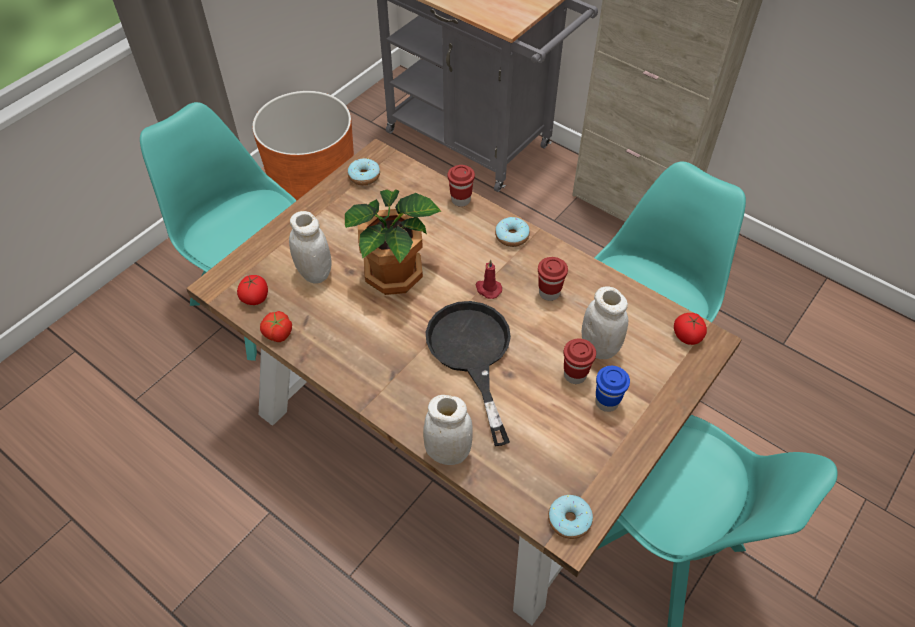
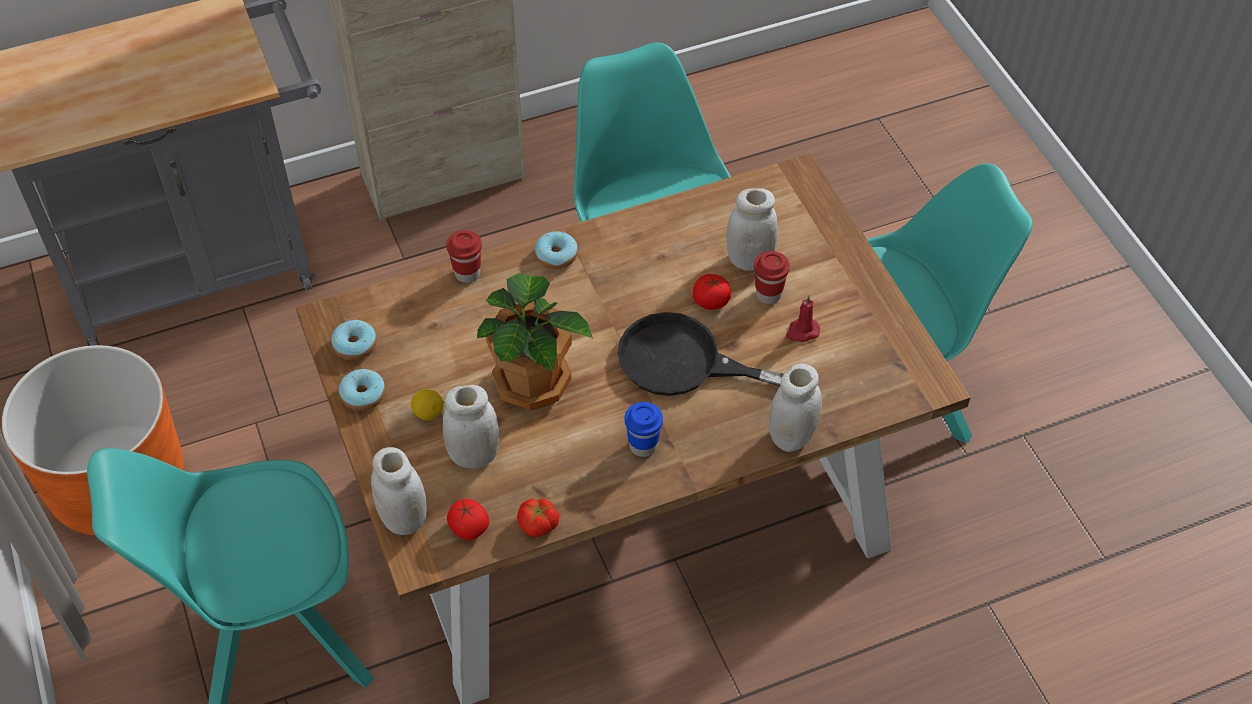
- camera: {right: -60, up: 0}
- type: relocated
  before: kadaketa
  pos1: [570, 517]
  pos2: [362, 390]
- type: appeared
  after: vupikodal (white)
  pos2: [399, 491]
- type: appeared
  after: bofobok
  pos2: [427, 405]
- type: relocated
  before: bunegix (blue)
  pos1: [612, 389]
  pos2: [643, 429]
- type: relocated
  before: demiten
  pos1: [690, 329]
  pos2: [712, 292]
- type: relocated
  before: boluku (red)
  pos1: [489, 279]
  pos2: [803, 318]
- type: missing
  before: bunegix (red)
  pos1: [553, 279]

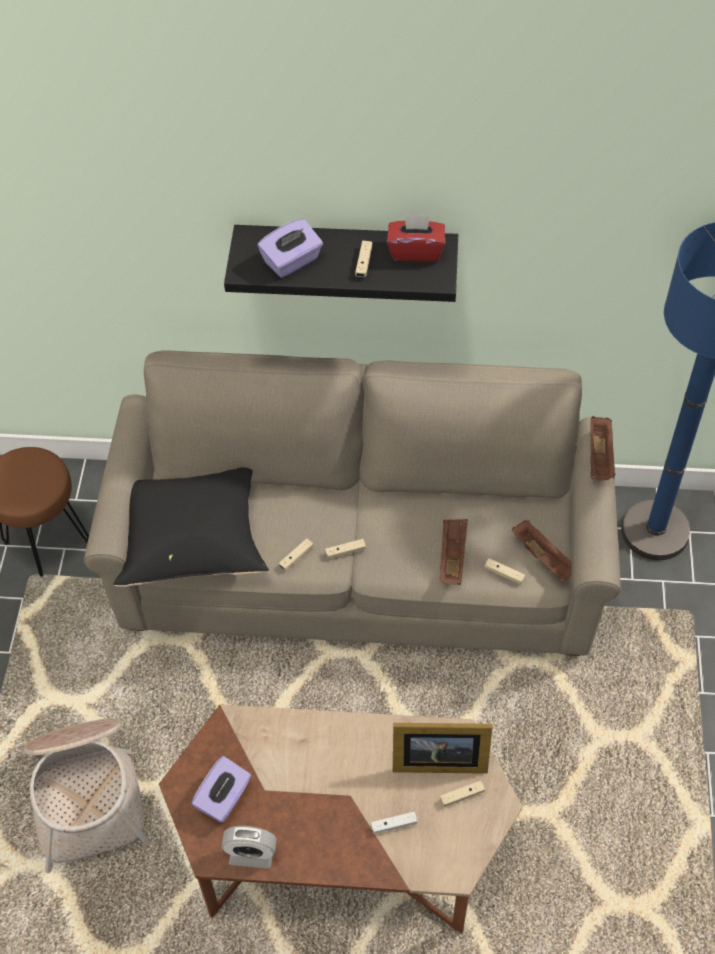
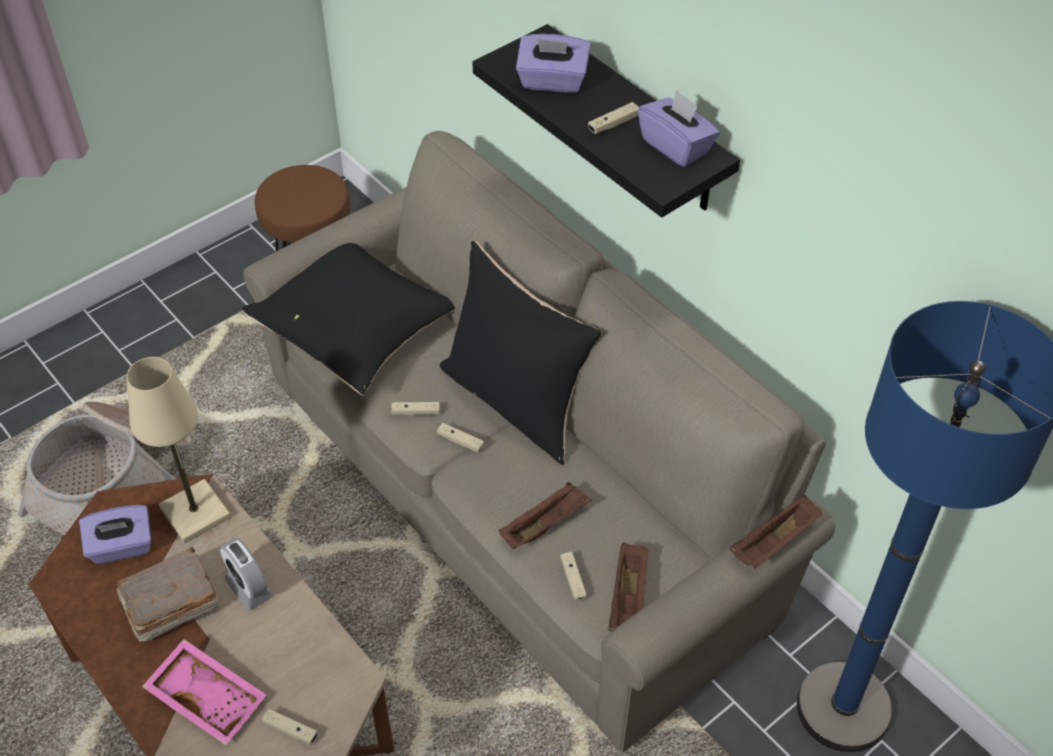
- camera: {right: 45, up: -5}
- type: appeared
  after: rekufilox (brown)
  pos2: [167, 594]
- type: appeared
  after: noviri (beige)
  pos2: [178, 450]
- type: exchanged
  before: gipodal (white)
  after: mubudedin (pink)
  pos1: [394, 823]
  pos2: [204, 692]
- type: relocated
  before: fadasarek
  pos1: [249, 847]
  pos2: [247, 574]
- type: appeared
  after: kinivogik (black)
  pos2: [521, 353]
- type: colour
  before: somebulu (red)
  after: somebulu (purple)
  pos1: [416, 238]
  pos2: [679, 128]
- type: missing
  before: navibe
  pos1: [443, 748]

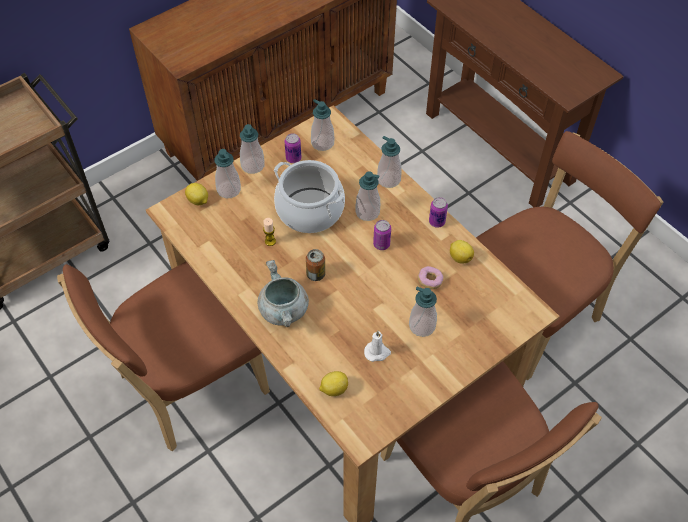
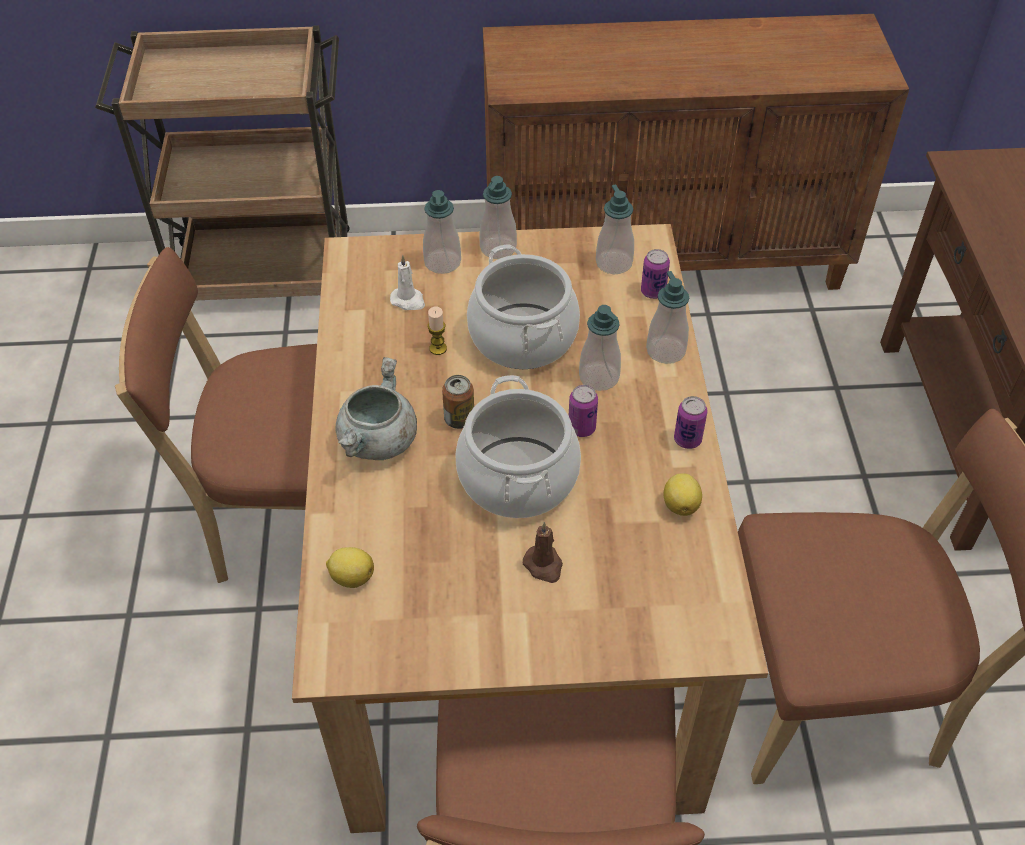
- camera: {right: 35, up: -5}
- type: relocated
  before: boluku (white)
  pos1: [377, 346]
  pos2: [407, 282]
- type: appeared
  after: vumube
  pos2: [518, 446]
- type: exchanged
  before: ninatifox
  after: boluku (brown)
  pos1: [423, 312]
  pos2: [543, 552]
- type: relocated
  before: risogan
  pos1: [293, 148]
  pos2: [655, 274]
- type: missing
  before: bofobok
  pos1: [196, 194]
- type: missing
  before: kadaketa
  pos1: [431, 277]

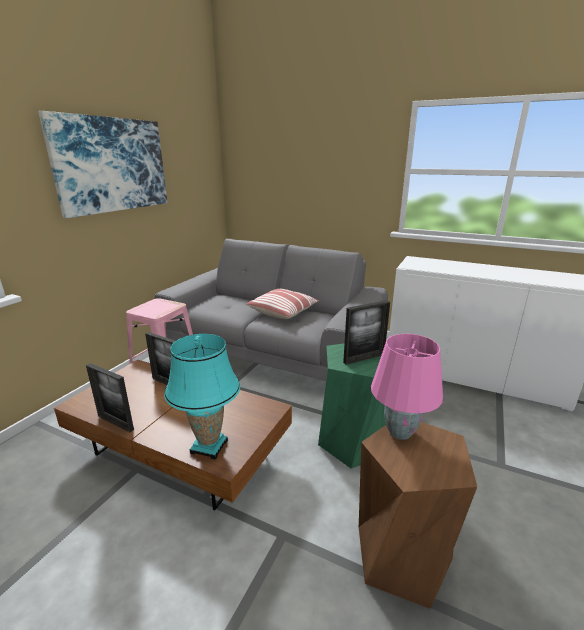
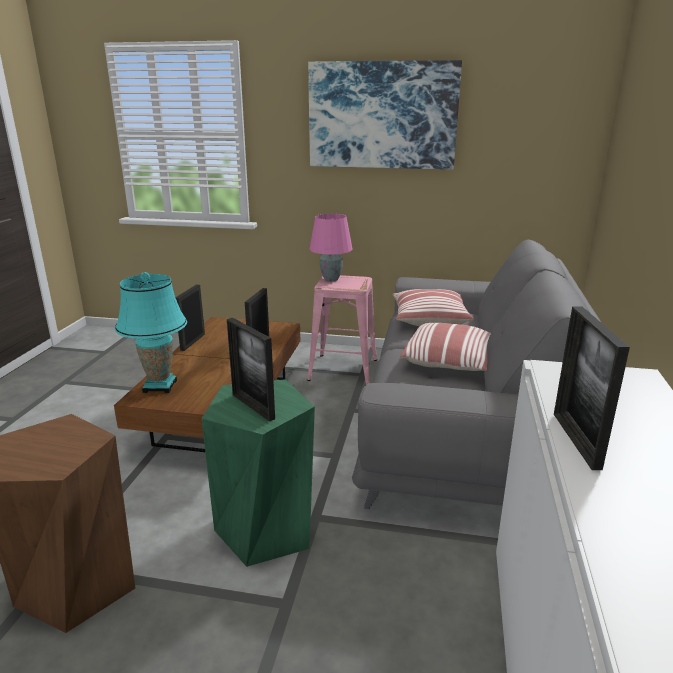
- camera: {right: 75, up: 0}
- type: relocated
  before: noviri (pink)
  pos1: [407, 387]
  pos2: [331, 248]
- type: appeared
  after: kinivogik
  pos2: [433, 307]
- type: appeared
  after: navibe
  pos2: [592, 388]

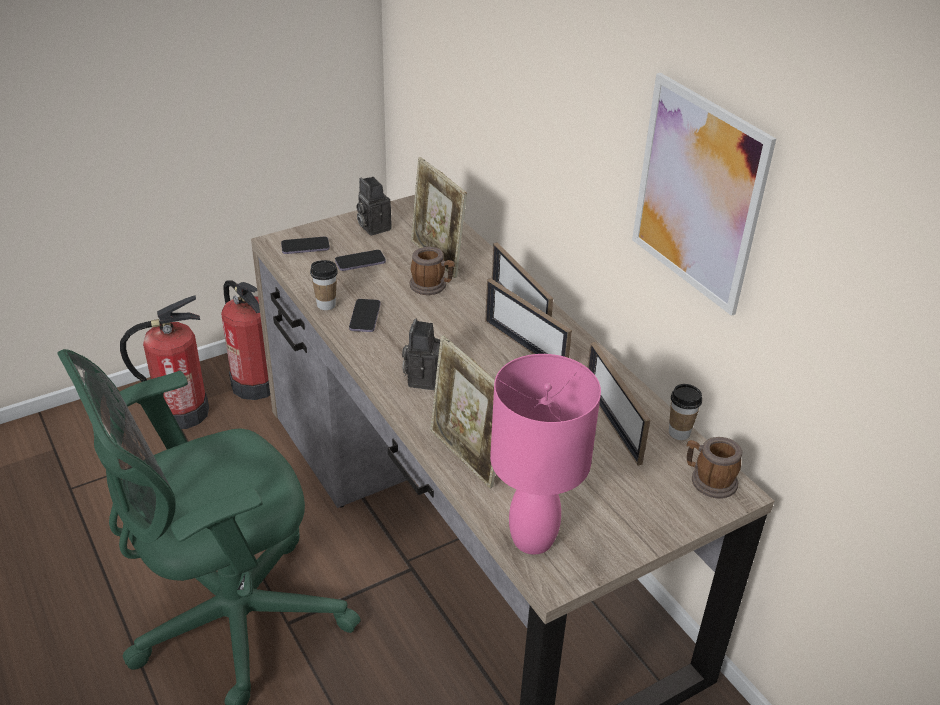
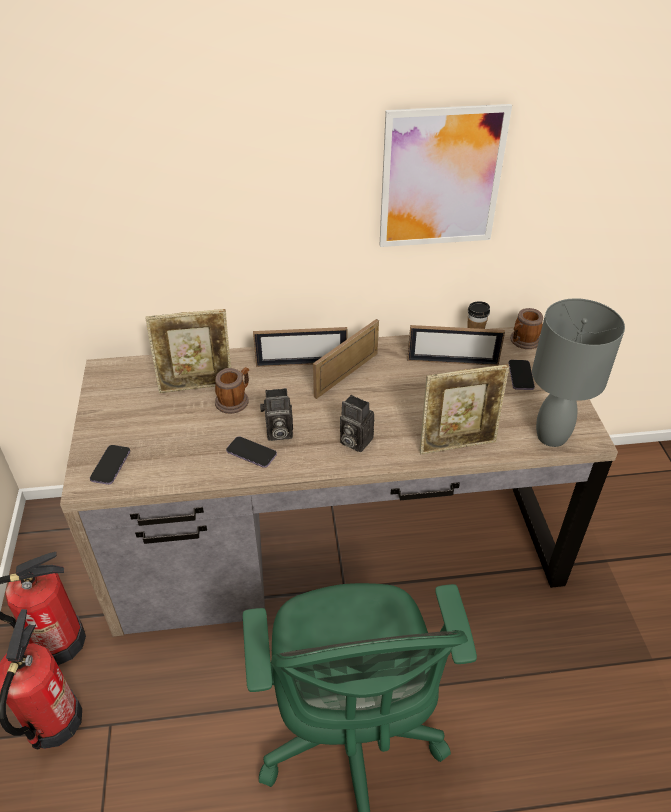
- camera: {right: -65, up: 5}
- type: relocated
  before: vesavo
  pos1: [374, 206]
  pos2: [276, 414]
- type: spun
  before: navibe
  pos1: [528, 318]
  pos2: [346, 359]
  turn: 150
- type: relocated
  before: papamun
  pos1: [360, 260]
  pos2: [521, 375]
- type: colour
  before: noviri (pink)
  after: noviri (grey)
  pos1: [545, 454]
  pos2: [578, 372]
- type: missing
  before: bunegix
  pos1: [324, 285]

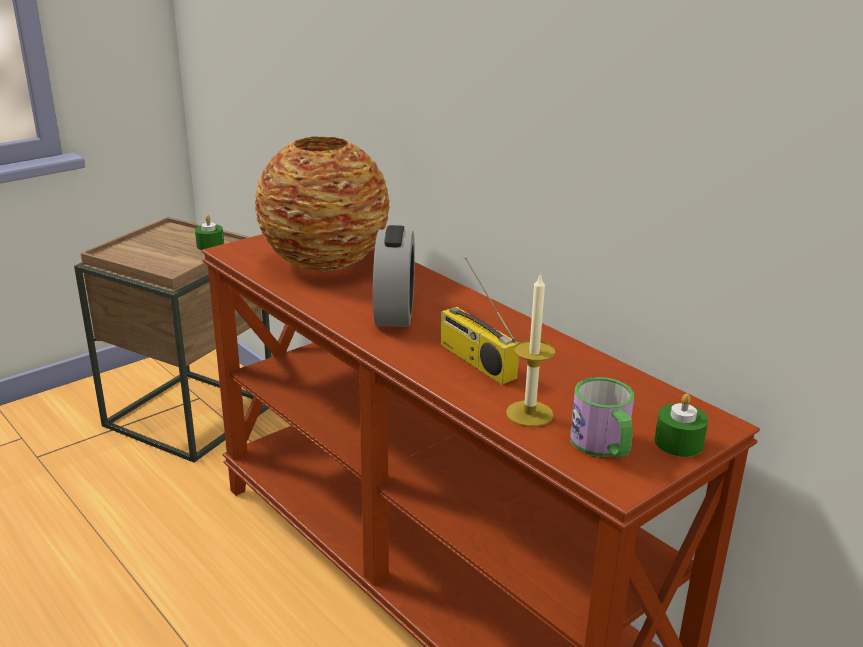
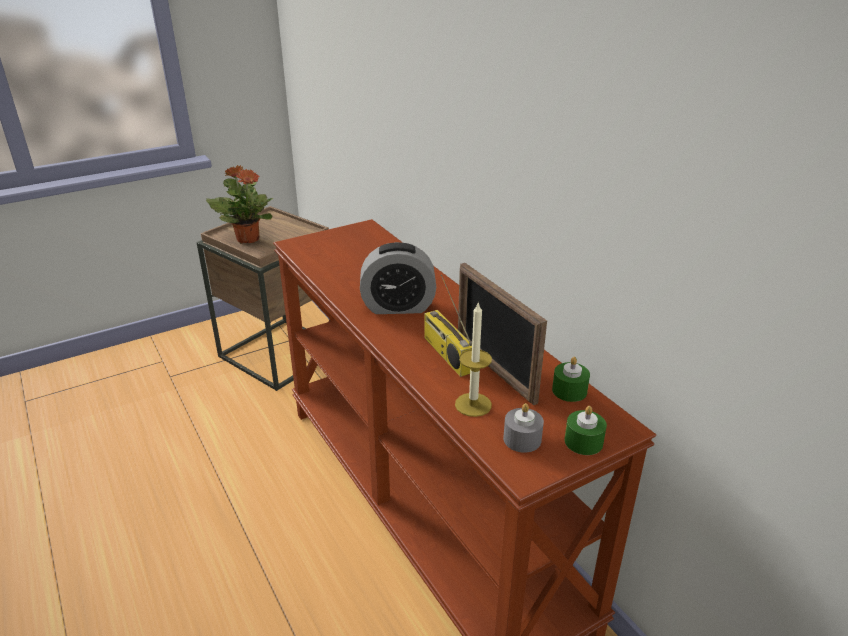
- camera: {right: 10, up: 5}
- type: appeared
  after: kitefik
  pos2: [240, 204]
- type: spun
  before: fadasarek
  pos1: [394, 276]
  pos2: [398, 278]
  turn: 75
- type: appeared
  after: navibe
  pos2: [502, 334]
- type: exchanged
  before: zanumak
  after: boluku (grey)
  pos1: [602, 417]
  pos2: [523, 428]
- type: relocated
  before: boluku (green)
  pos1: [209, 232]
  pos2: [571, 379]
- type: missing
  before: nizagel
  pos1: [322, 204]

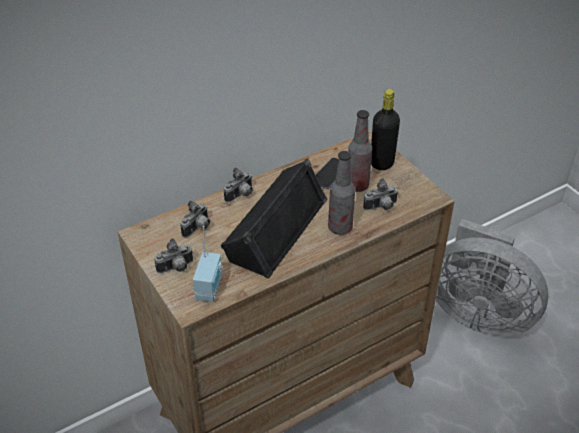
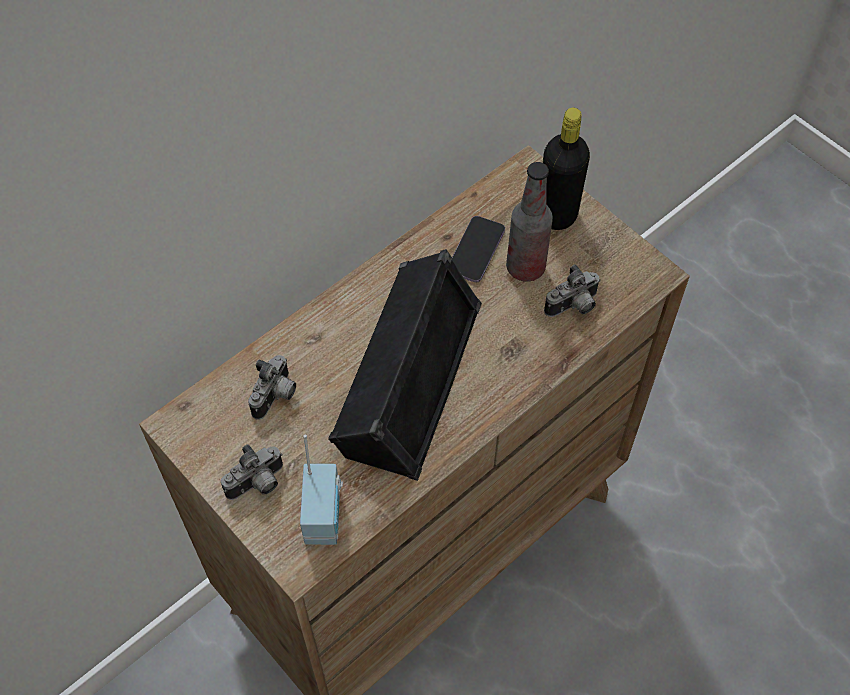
- camera: {right: -10, up: 15}
- type: missing
  before: vesavo
  pos1: [238, 184]
- type: missing
  before: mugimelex
  pos1: [341, 193]
- type: missing
  before: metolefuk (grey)
  pos1: [492, 277]

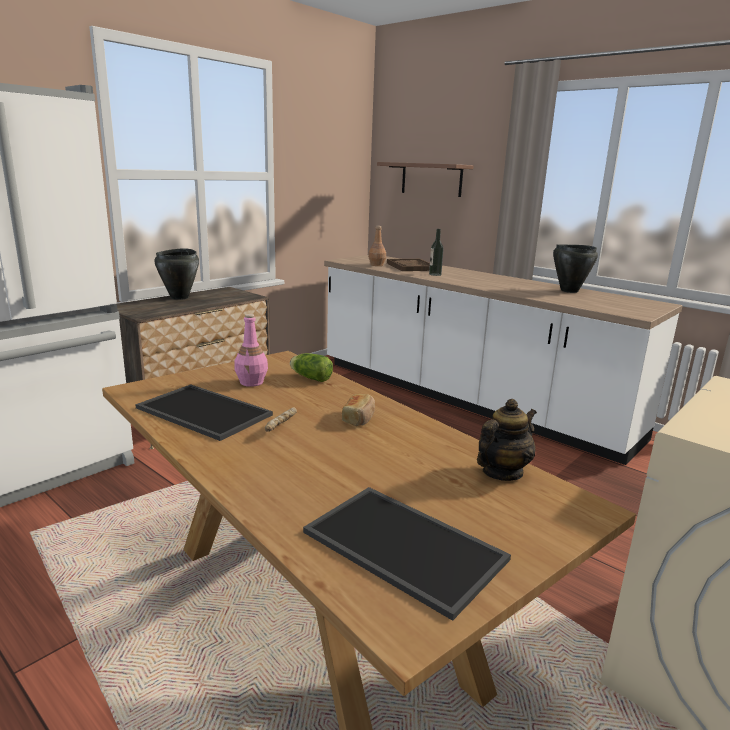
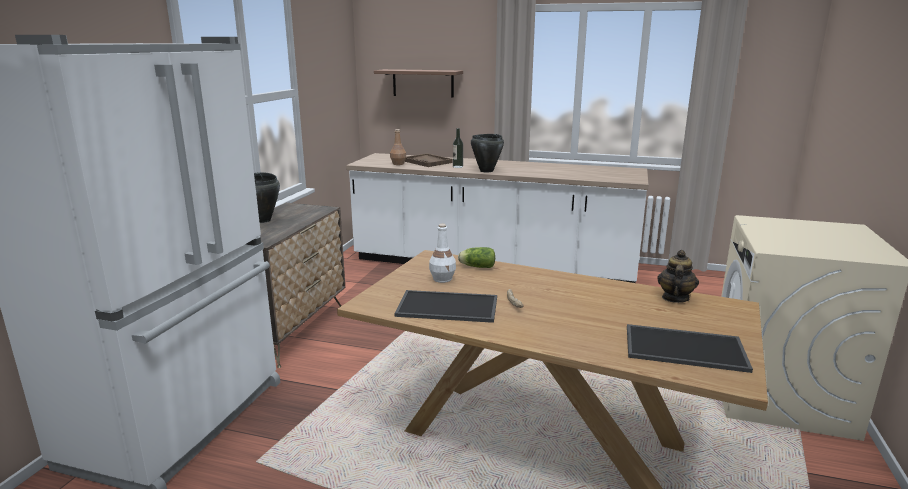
- camera: {right: -25, up: 0}
- type: colour
  before: mugimelex (pink)
  after: mugimelex (white)
  pos1: [251, 350]
  pos2: [442, 253]
- type: relocated
  before: vumube (black)
  pos1: [575, 269]
  pos2: [487, 153]
- type: missing
  before: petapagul
  pos1: [358, 410]

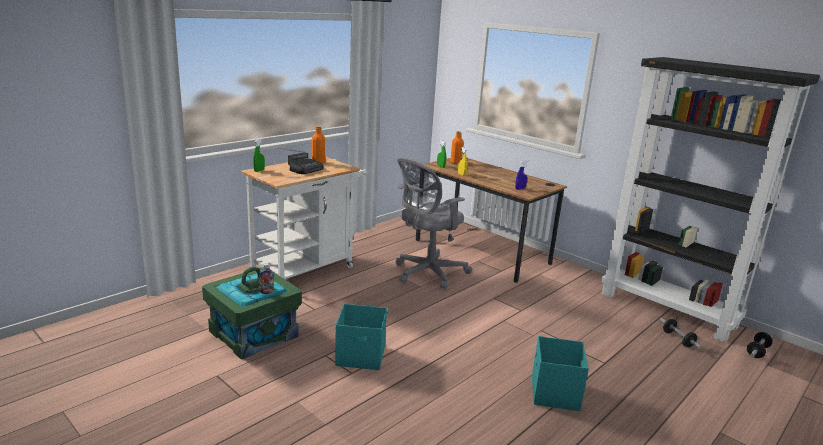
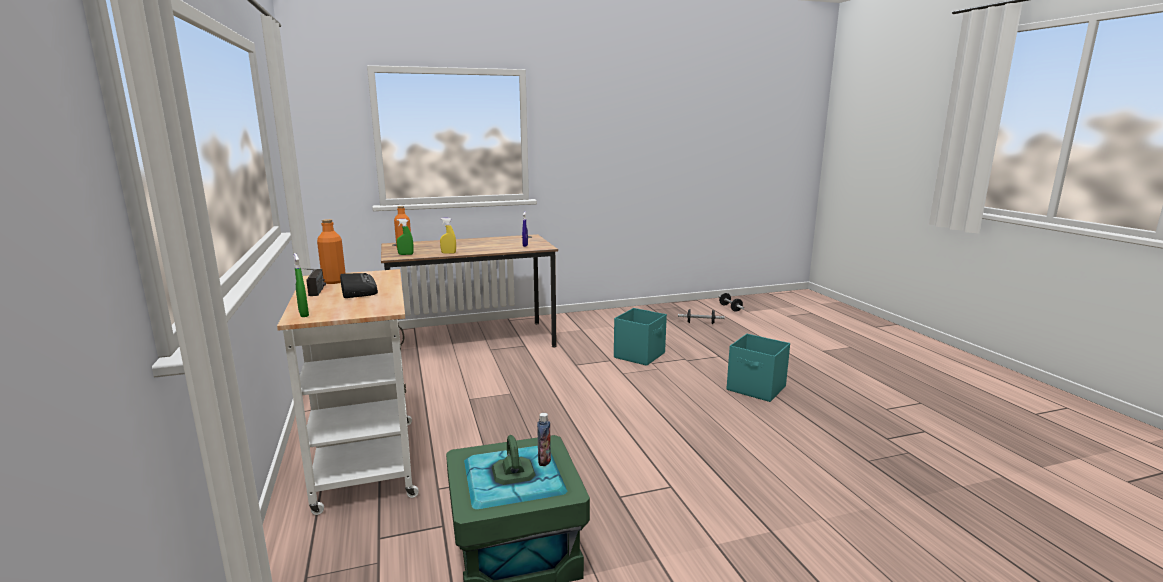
- camera: {right: -60, up: -5}
- type: relocated
  before: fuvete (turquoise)
  pos1: [361, 337]
  pos2: [640, 337]
- type: missing
  before: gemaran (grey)
  pos1: [433, 223]
- type: missing
  before: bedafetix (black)
  pos1: [710, 200]

